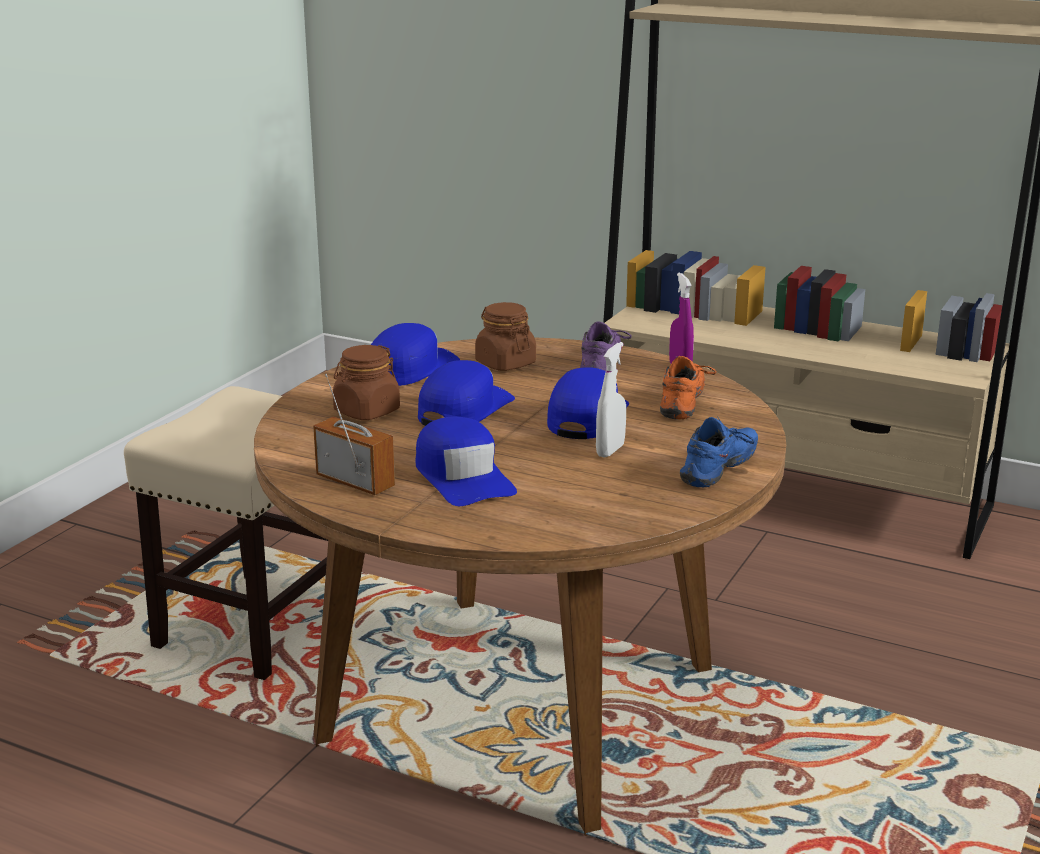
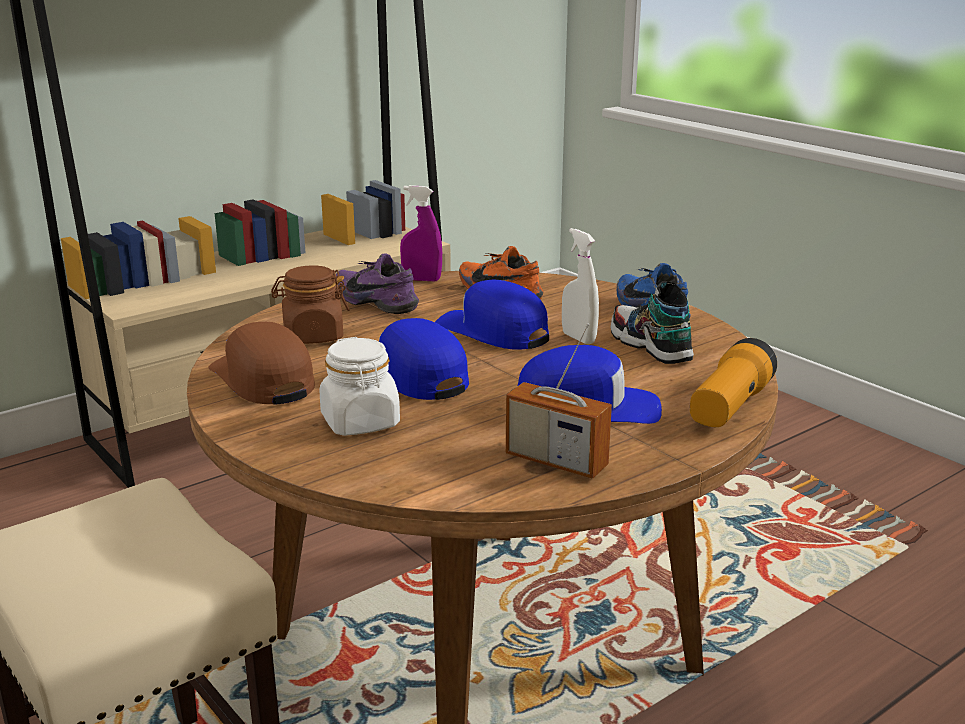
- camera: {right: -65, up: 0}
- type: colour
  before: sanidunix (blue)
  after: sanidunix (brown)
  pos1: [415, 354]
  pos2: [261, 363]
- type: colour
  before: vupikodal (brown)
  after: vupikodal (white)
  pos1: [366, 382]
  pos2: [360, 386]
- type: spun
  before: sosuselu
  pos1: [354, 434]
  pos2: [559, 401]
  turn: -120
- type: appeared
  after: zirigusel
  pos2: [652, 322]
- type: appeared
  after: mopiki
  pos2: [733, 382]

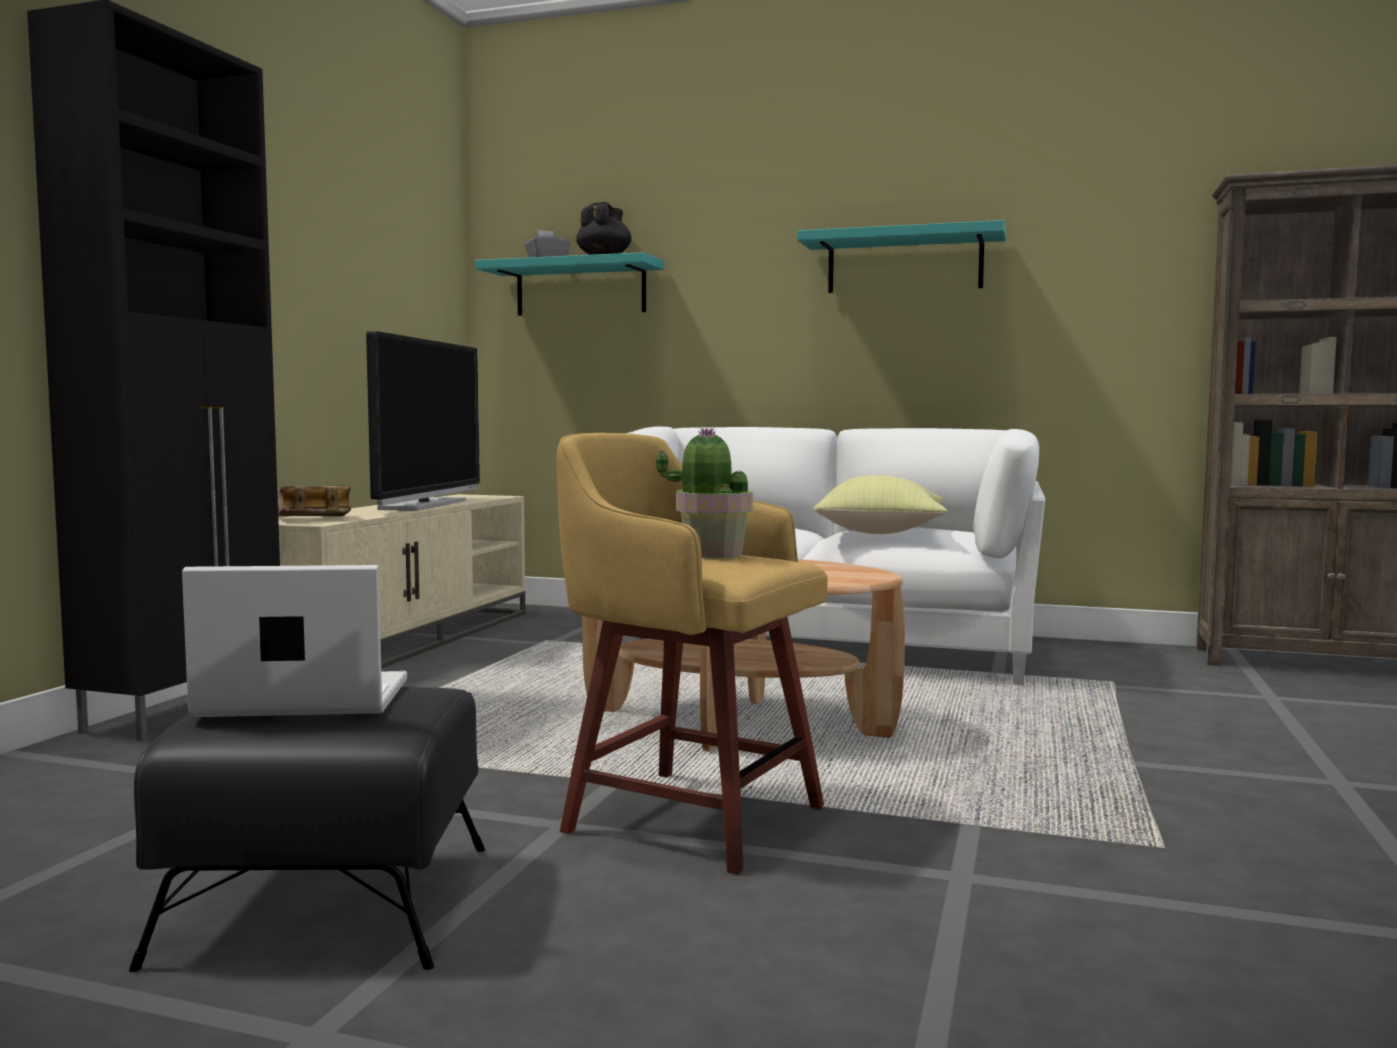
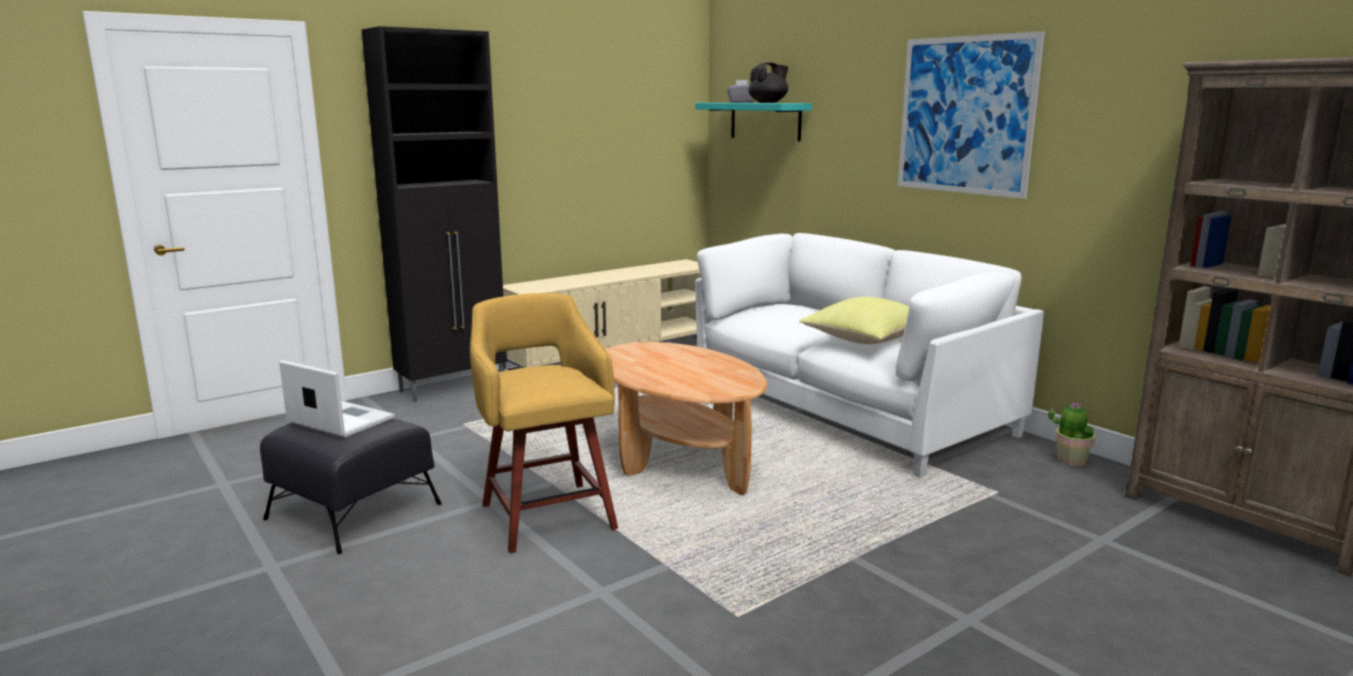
- camera: {right: 35, up: 10}
- type: exchanged
  before: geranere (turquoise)
  after: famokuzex
  pos1: [901, 256]
  pos2: [971, 115]
- type: relocated
  before: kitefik
  pos1: [704, 492]
  pos2: [1072, 434]
- type: missing
  before: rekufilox
  pos1: [314, 500]
- type: missing
  before: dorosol
  pos1: [423, 421]

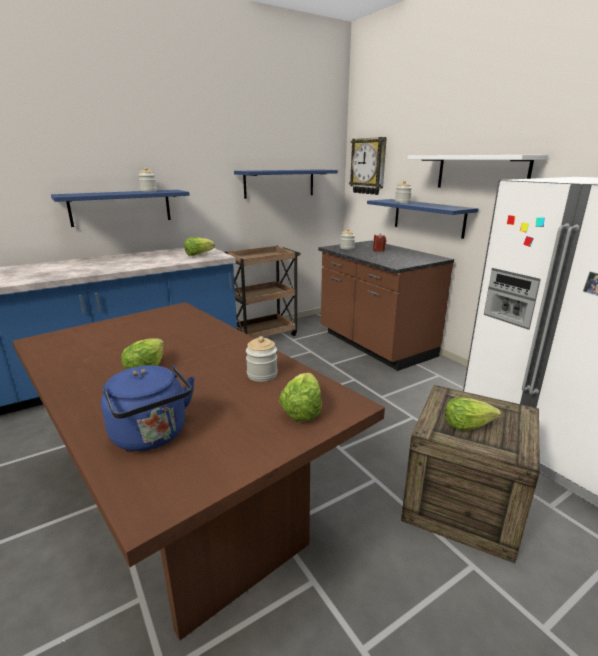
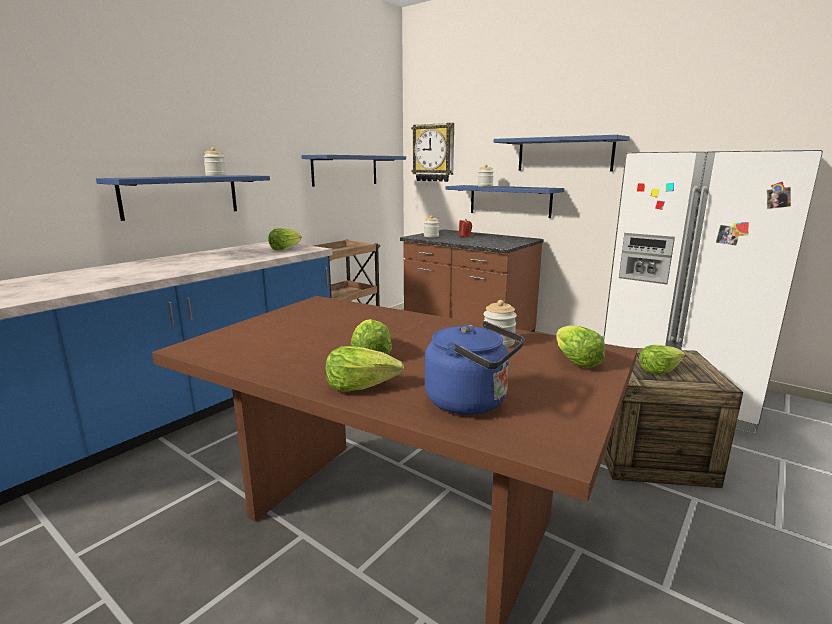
- camera: {right: -20, up: -5}
- type: appeared
  after: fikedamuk
  pos2: [365, 368]
- type: colour
  before: geranere (white)
  after: geranere (blue)
  pos1: [478, 171]
  pos2: [562, 153]

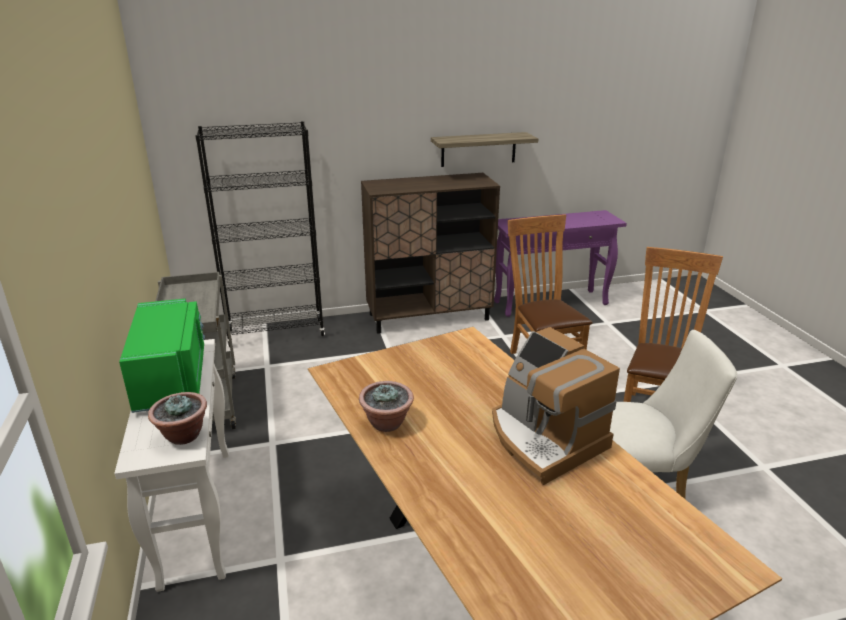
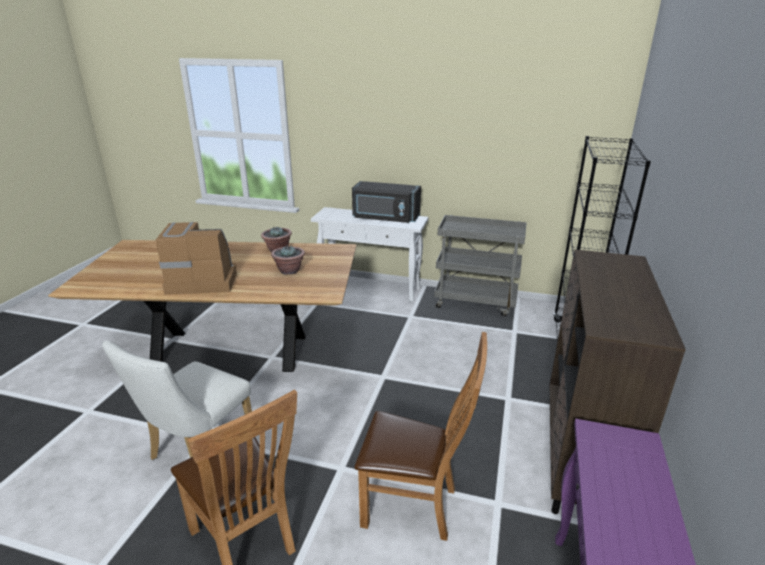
- camera: {right: 120, up: 0}
- type: relocated
  before: kitefik
  pos1: [177, 418]
  pos2: [288, 260]
- type: colour
  before: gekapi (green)
  after: gekapi (black)
  pos1: [162, 356]
  pos2: [386, 202]
- type: missing
  before: geranere
  pos1: [484, 149]

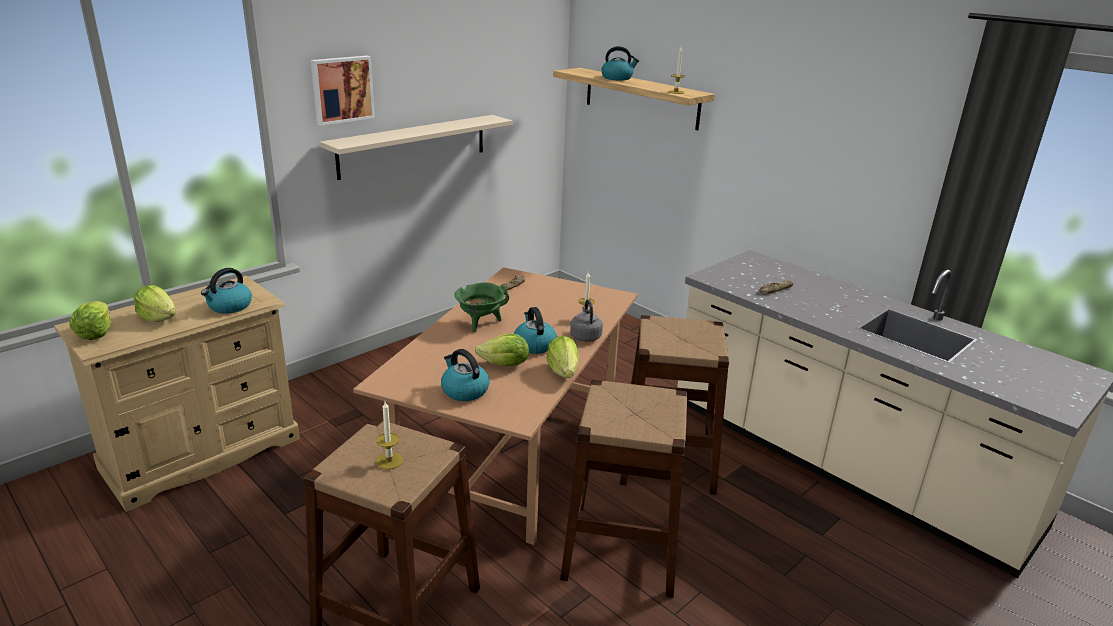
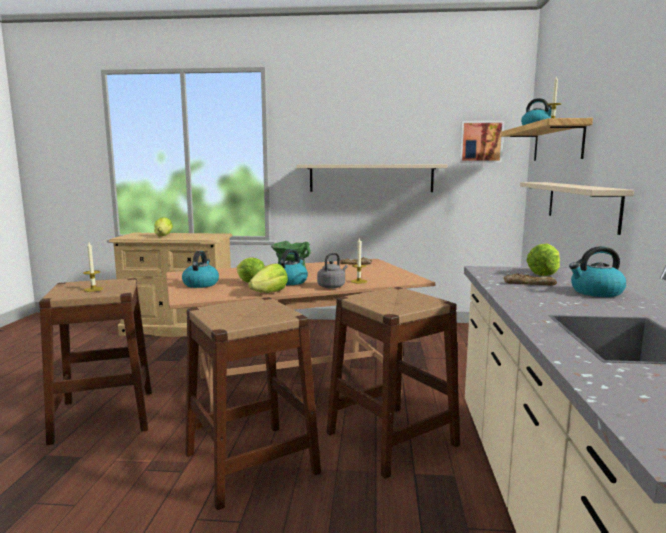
- camera: {right: 50, up: -15}
- type: relocated
  before: famokuzex
  pos1: [342, 91]
  pos2: [481, 142]
- type: appeared
  after: geranere (beige)
  pos2: [577, 208]
- type: relocated
  before: fikedamuk
  pos1: [90, 320]
  pos2: [543, 260]
- type: relocated
  before: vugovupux
  pos1: [226, 291]
  pos2: [597, 271]

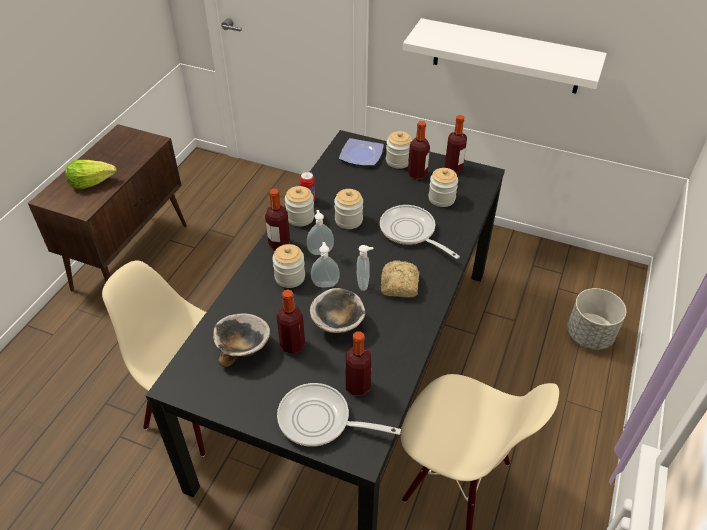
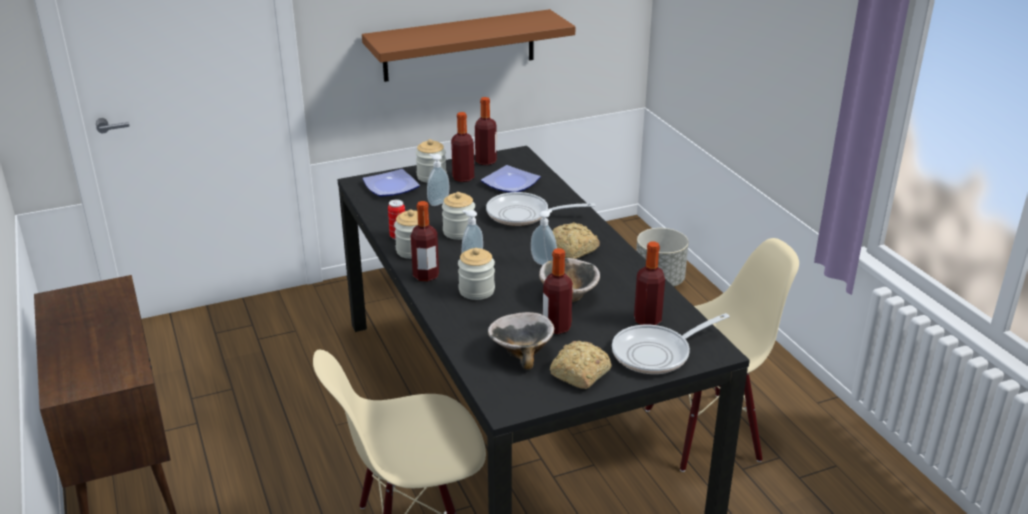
- camera: {right: -45, up: -15}
- type: colour
  before: geranere (white)
  after: geranere (brown)
  pos1: [505, 56]
  pos2: [469, 45]
- type: relocated
  before: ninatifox
  pos1: [325, 265]
  pos2: [438, 180]
- type: exchanged
  before: vupikodal
  after: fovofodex
  pos1: [443, 187]
  pos2: [511, 178]
- type: appeared
  after: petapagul
  pos2: [581, 365]
- type: missing
  before: fikedamuk
  pos1: [91, 174]

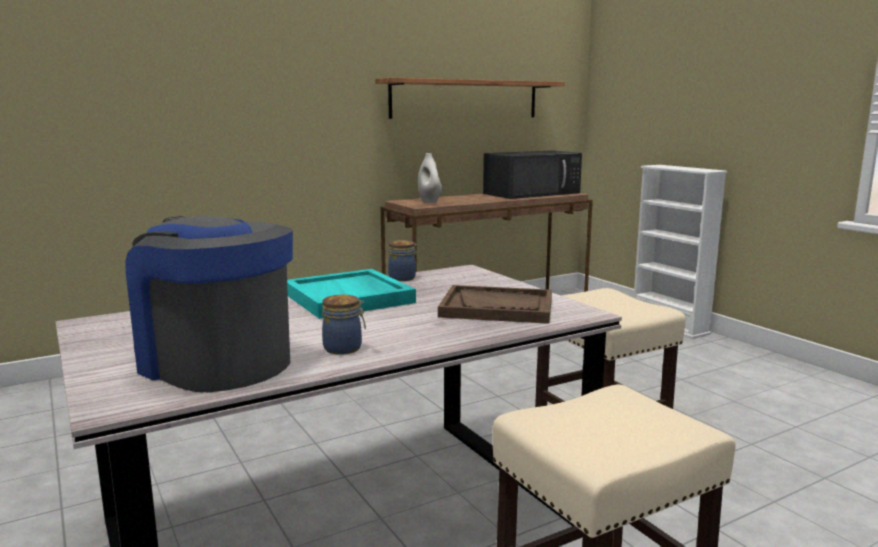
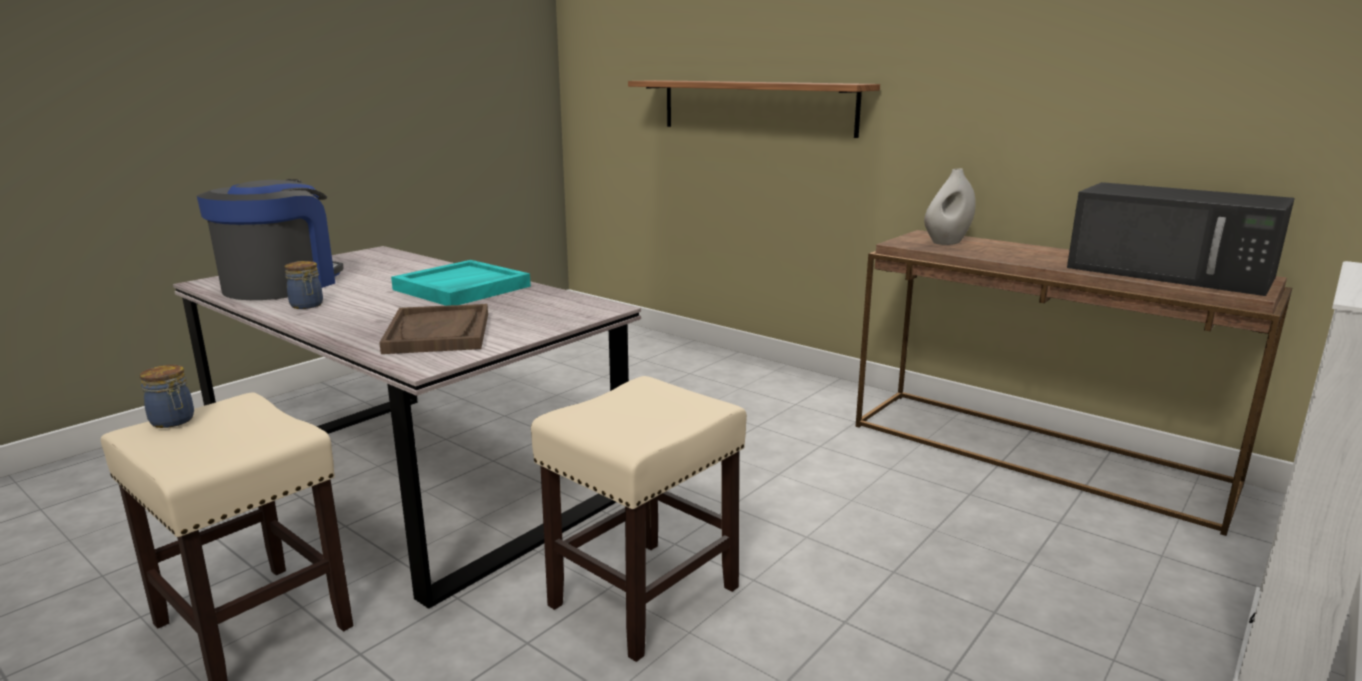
- camera: {right: 70, up: 5}
- type: relocated
  before: vupikodal
  pos1: [403, 260]
  pos2: [167, 396]
- type: relocated
  before: geranere
  pos1: [470, 98]
  pos2: [754, 109]

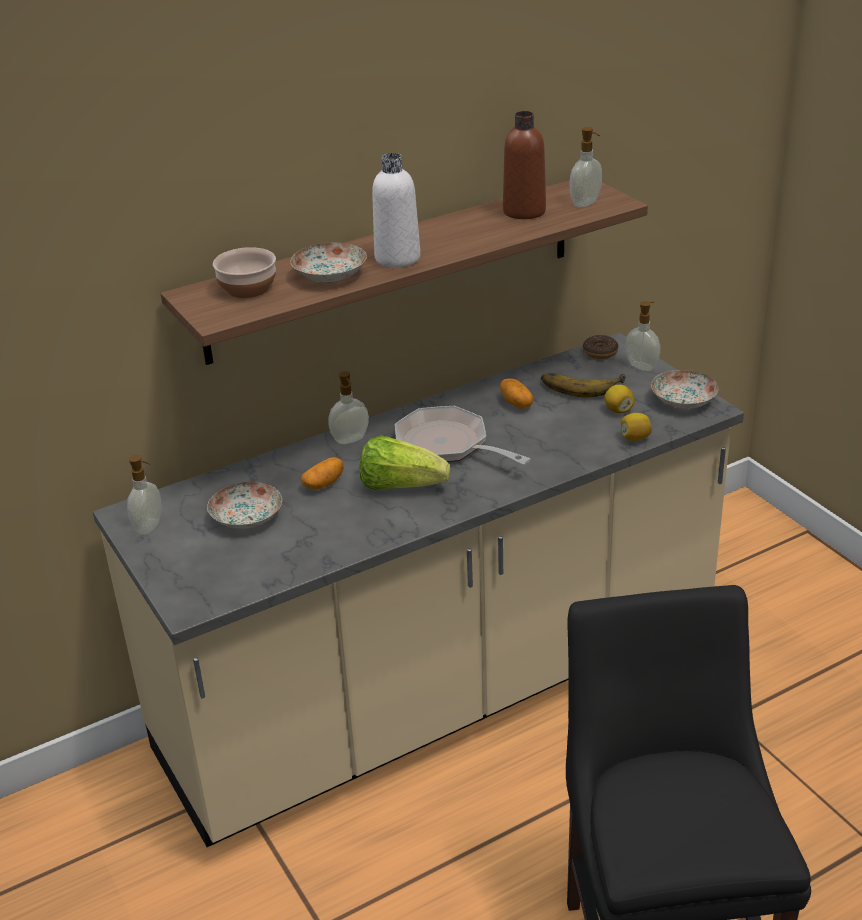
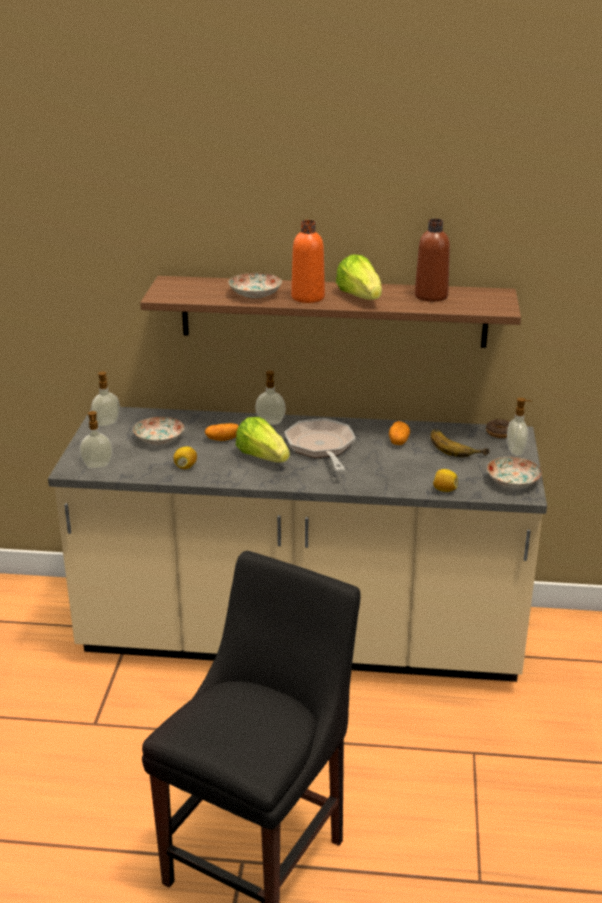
- camera: {right: 35, up: -5}
- type: relocated
  before: ninatifox
  pos1: [586, 167]
  pos2: [96, 440]
- type: relocated
  before: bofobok
  pos1: [620, 399]
  pos2: [185, 457]
- type: colour
  before: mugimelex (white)
  after: mugimelex (orange)
  pos1: [396, 210]
  pos2: [308, 261]
- type: appeared
  after: fikedamuk
  pos2: [359, 277]
- type: missing
  before: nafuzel
  pos1: [244, 272]

